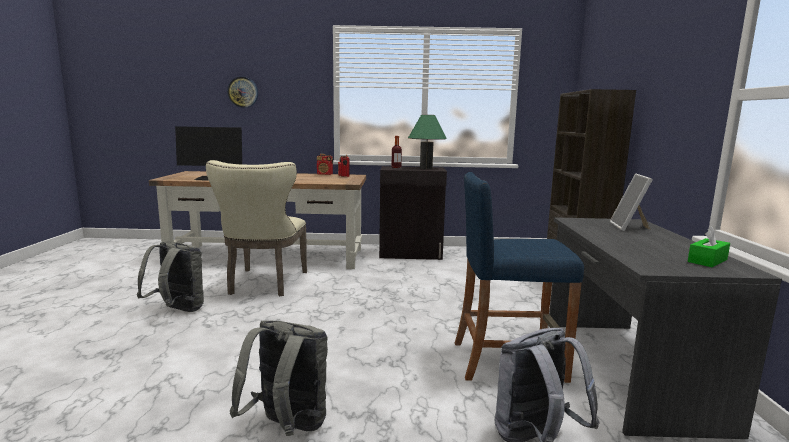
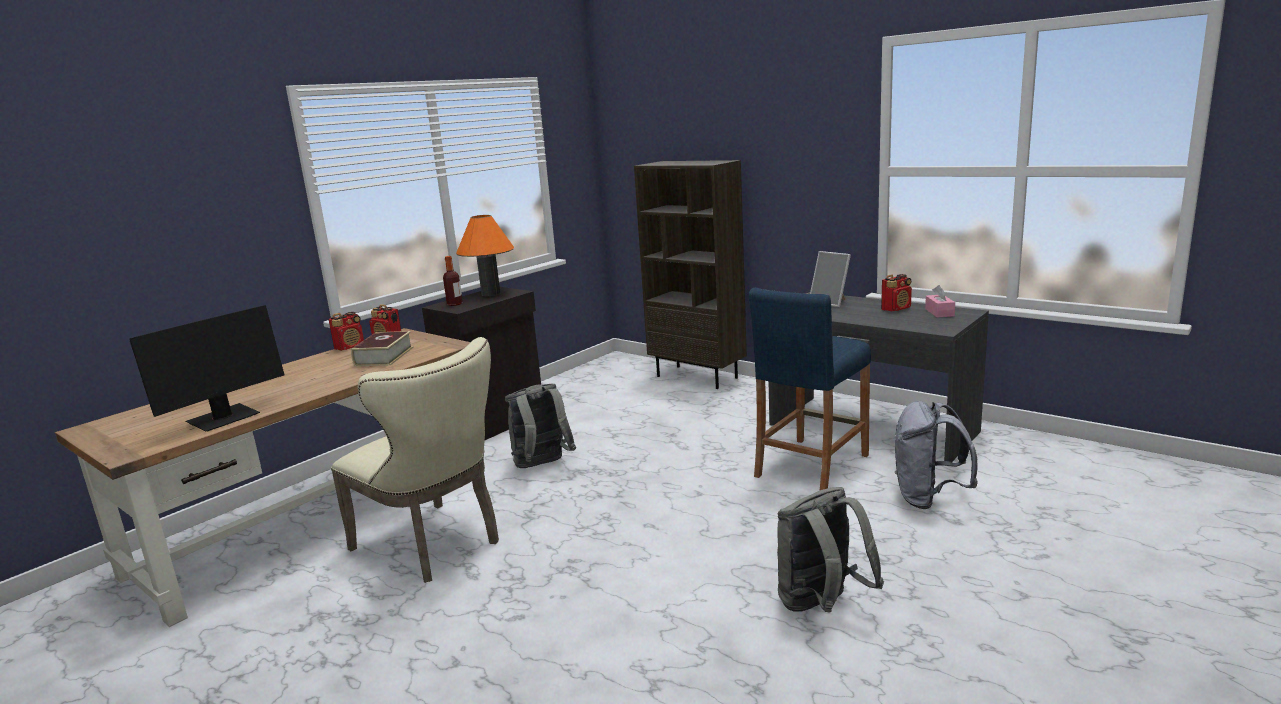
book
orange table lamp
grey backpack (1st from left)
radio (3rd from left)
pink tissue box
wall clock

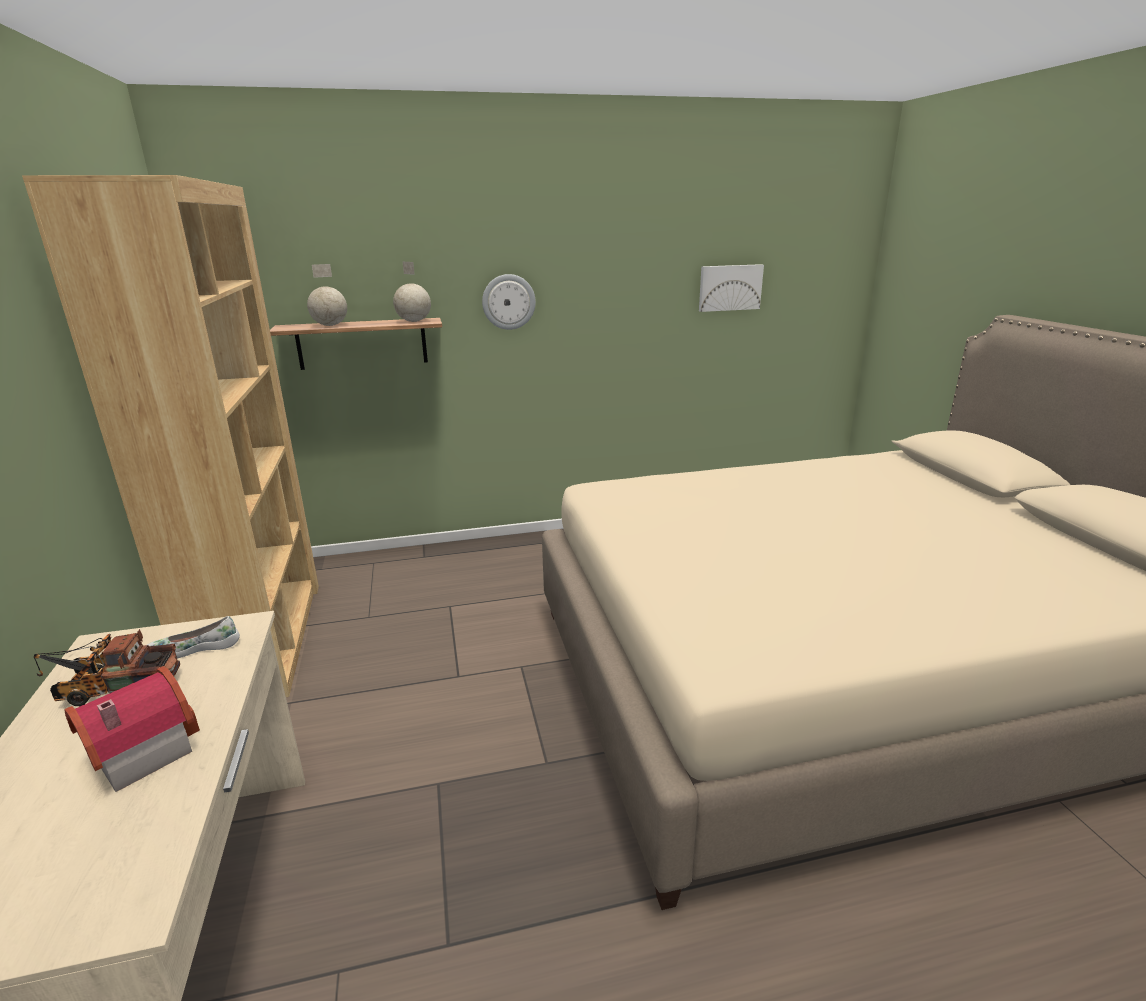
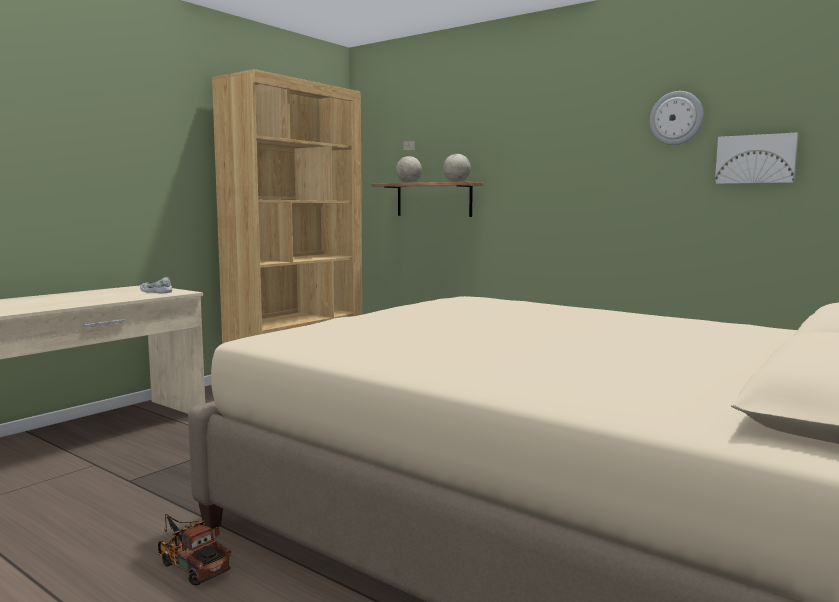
toy truck
wall clock
toy house

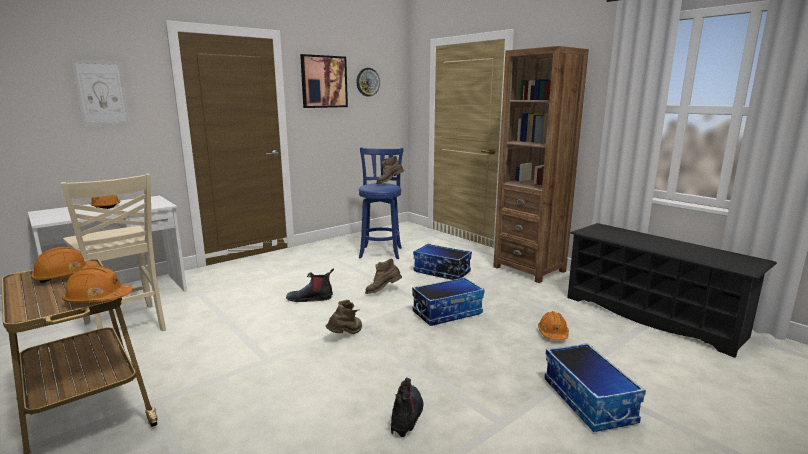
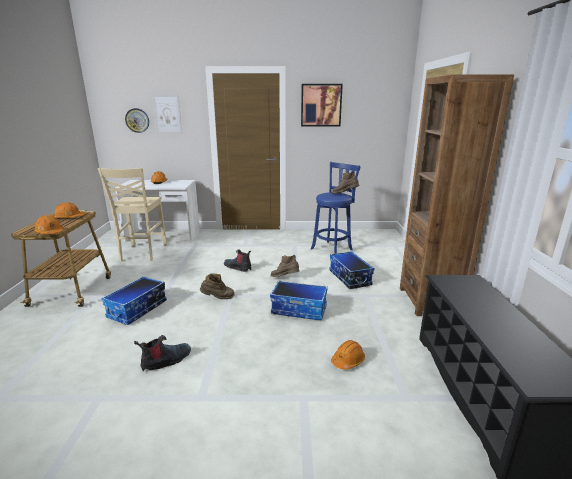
storage box (1st from left)
wall clock

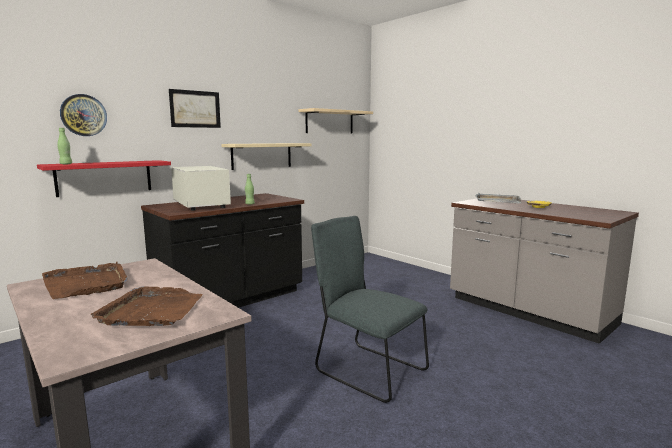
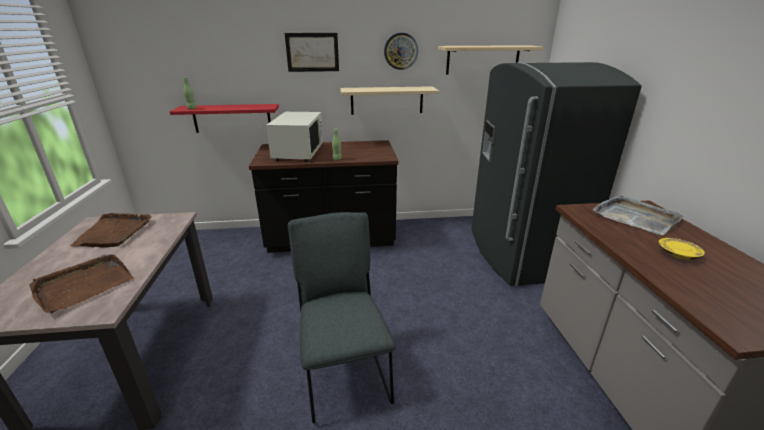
wall clock
grey fridge

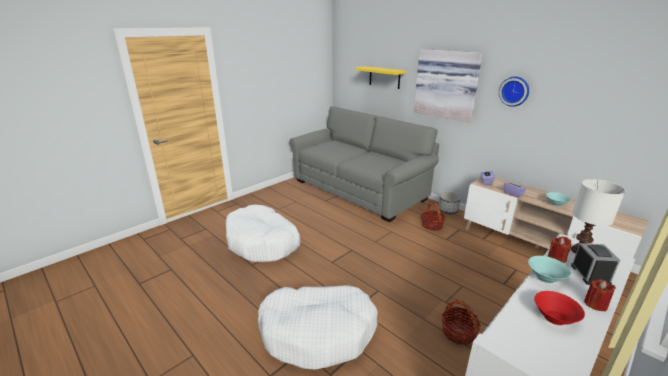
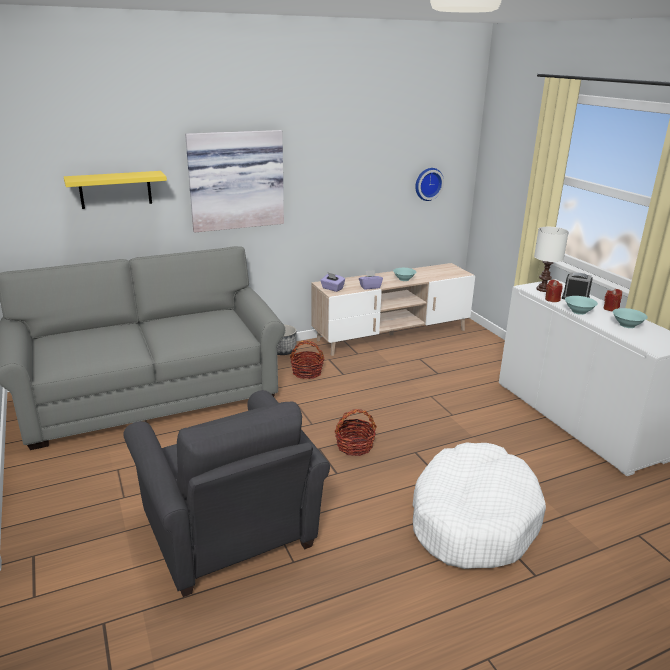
grey armchair
basket (2nd from left)
wall clock
turquoise bowl (3rd from left)

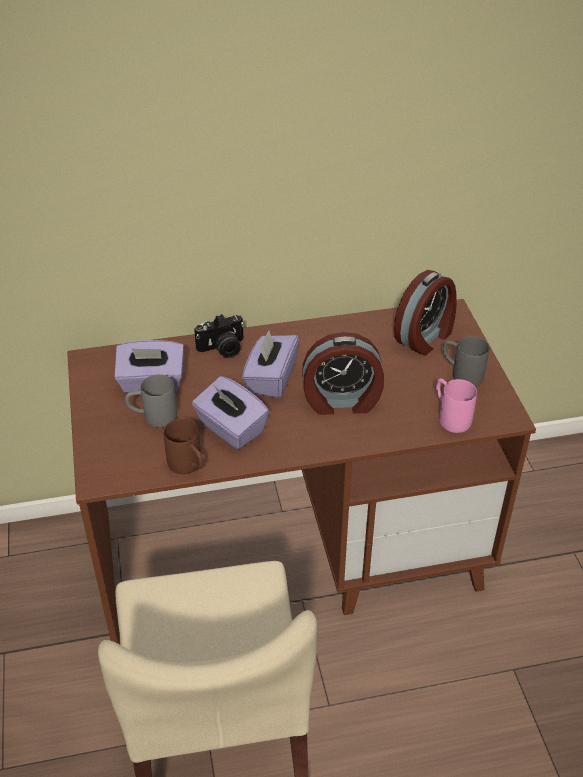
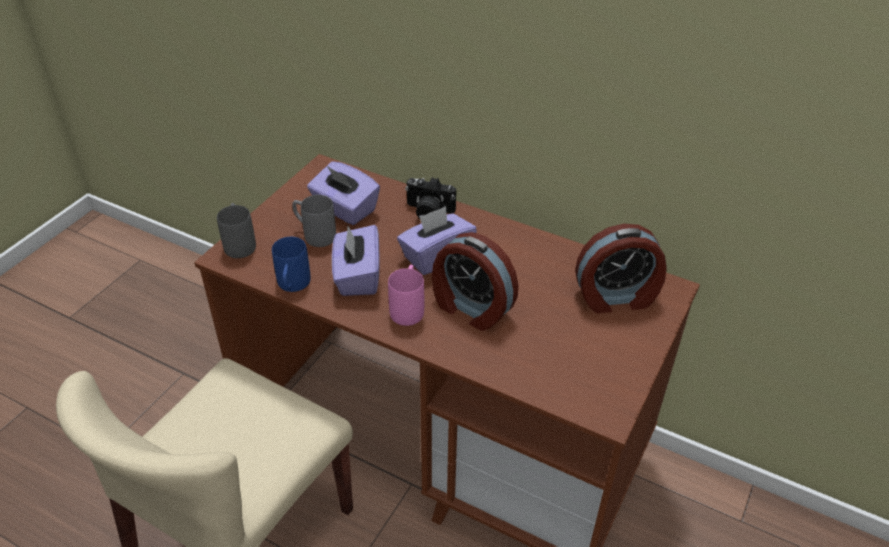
grey mug (1st from left)
blue mug
pink mug

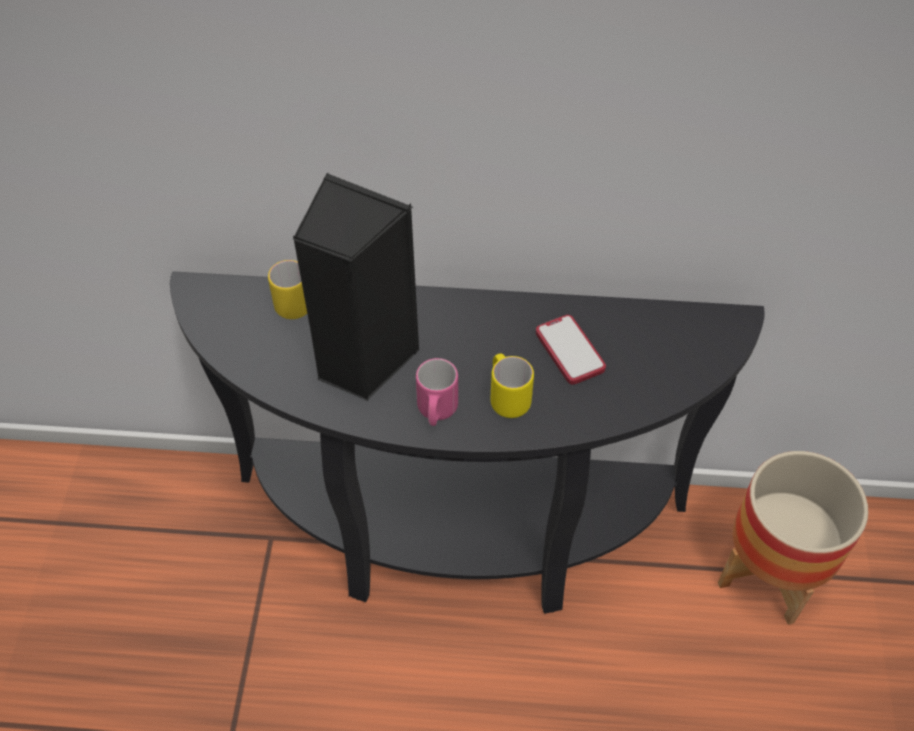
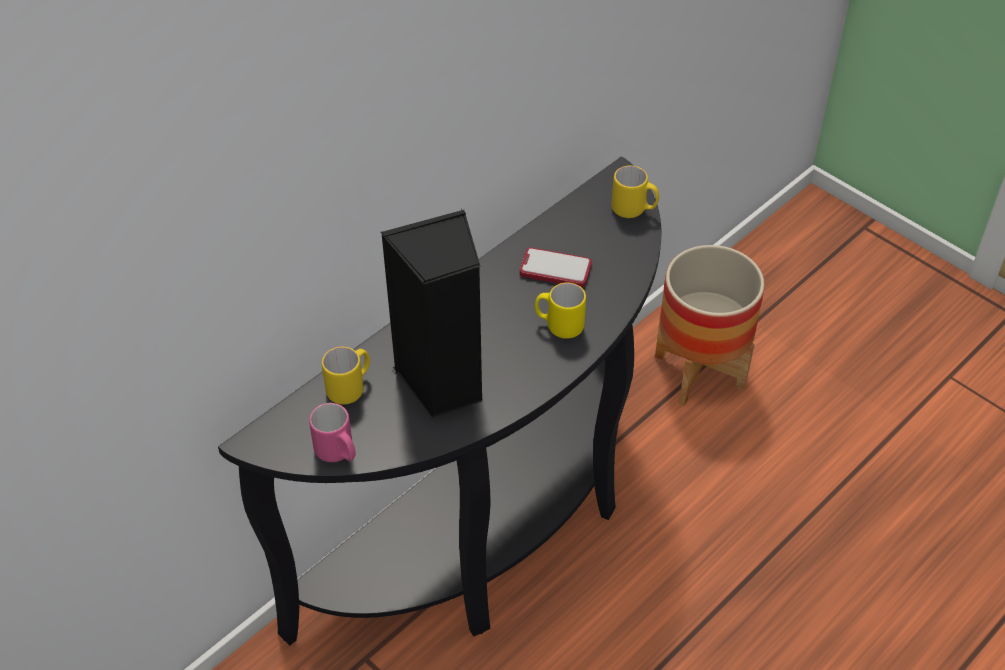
pink mug
yellow mug (3rd from left)

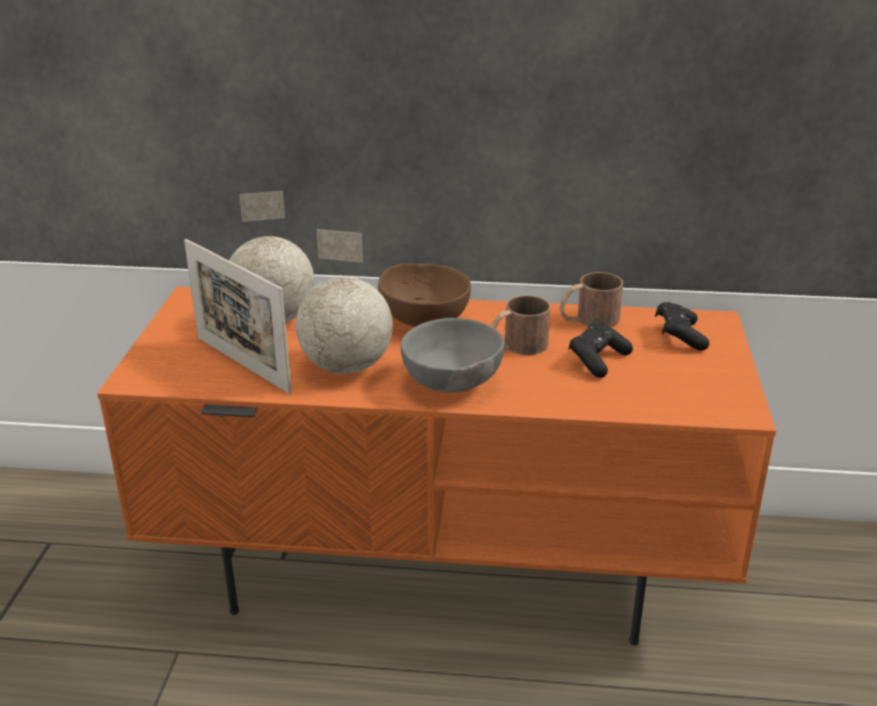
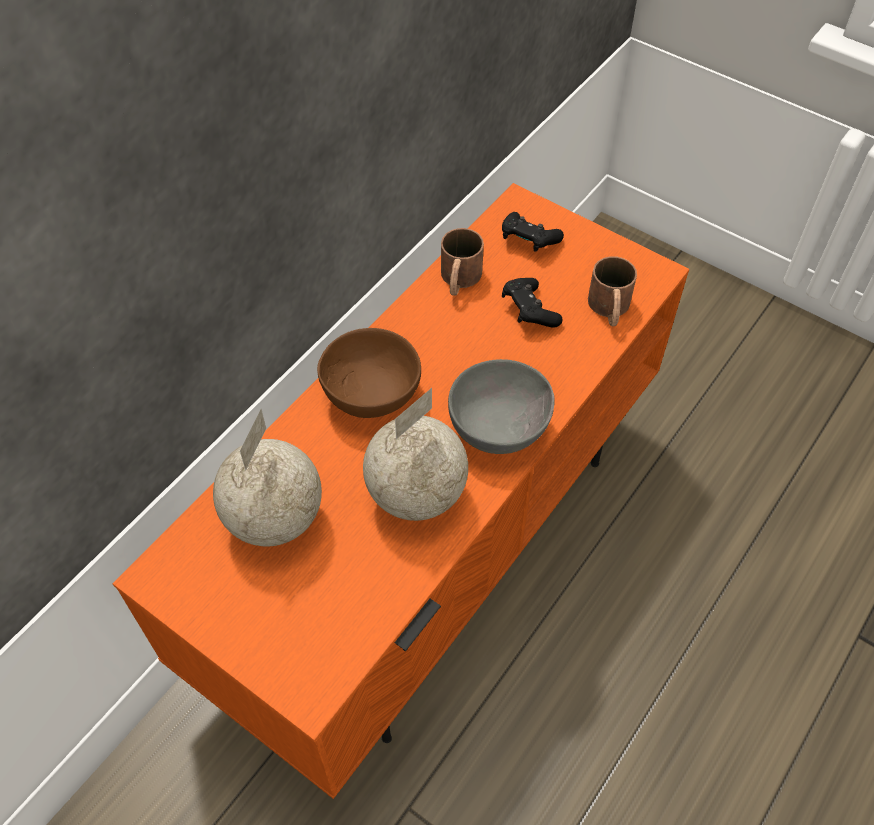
brown mug (2nd from left)
picture frame

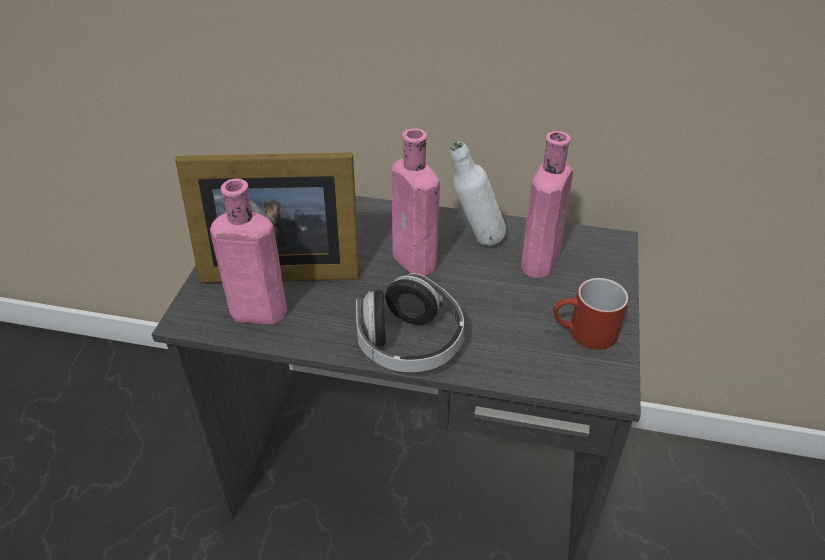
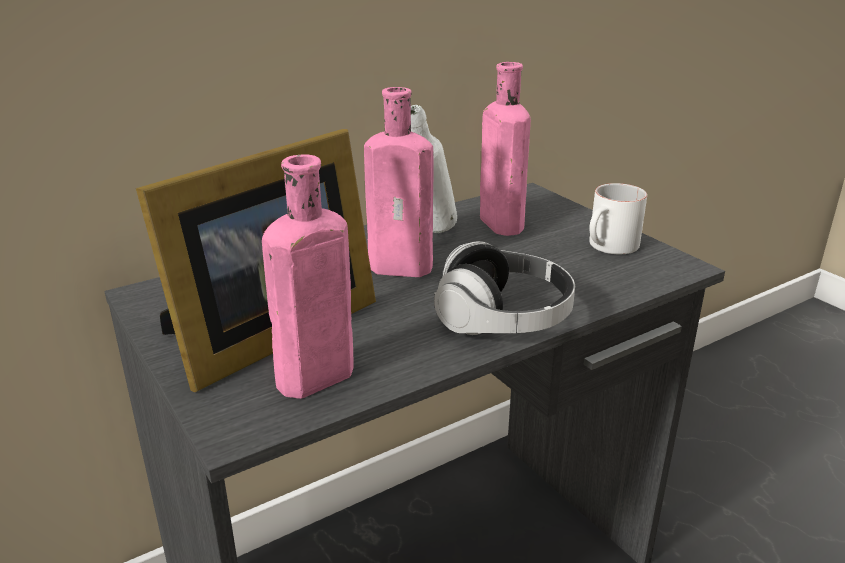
white mug

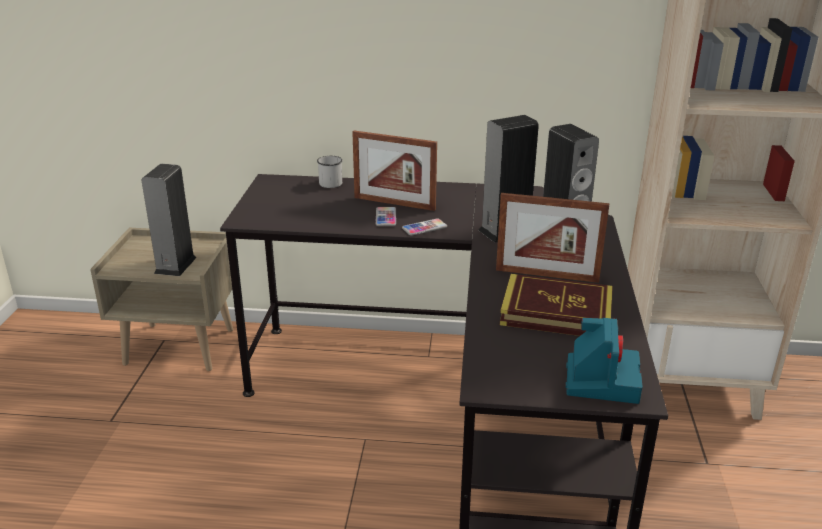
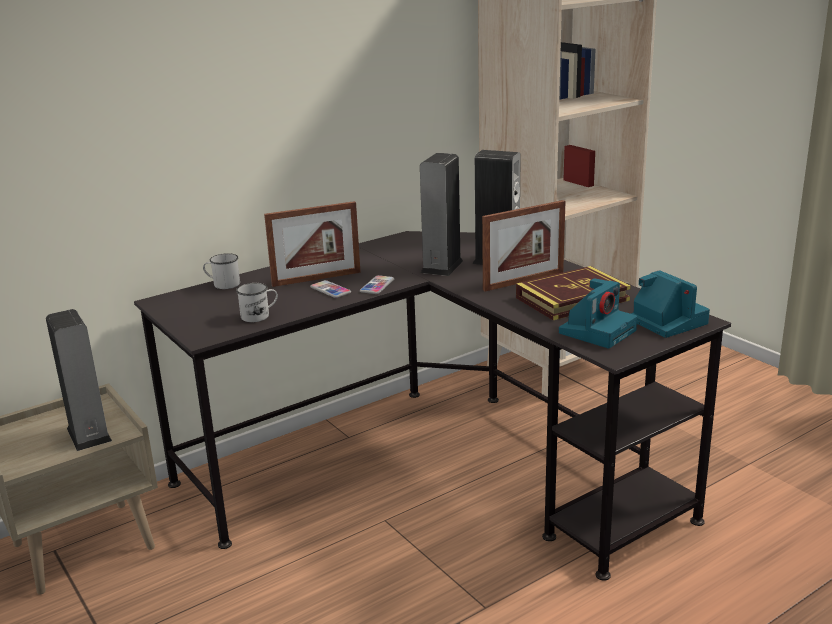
white mug (2nd from left)
photo camera (1st from left)

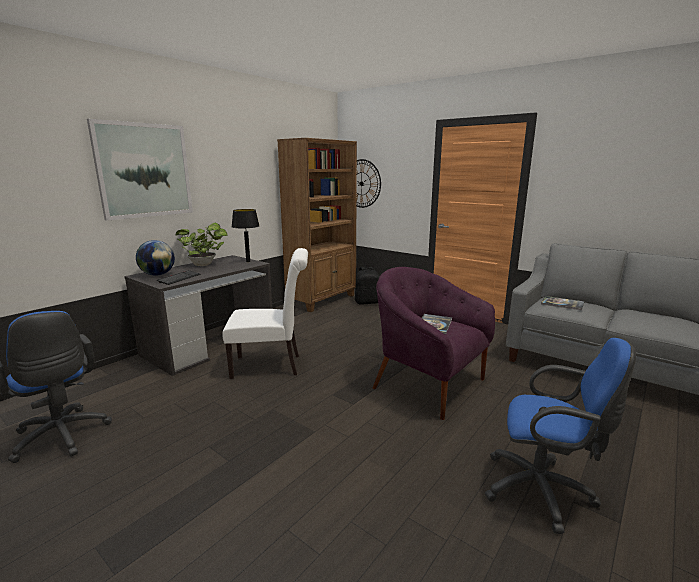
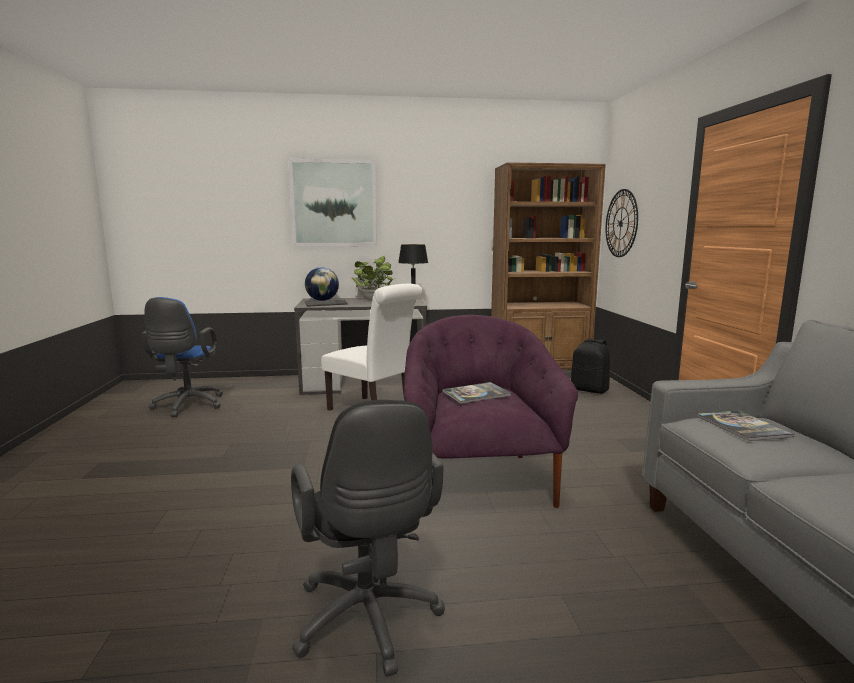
black office chair

